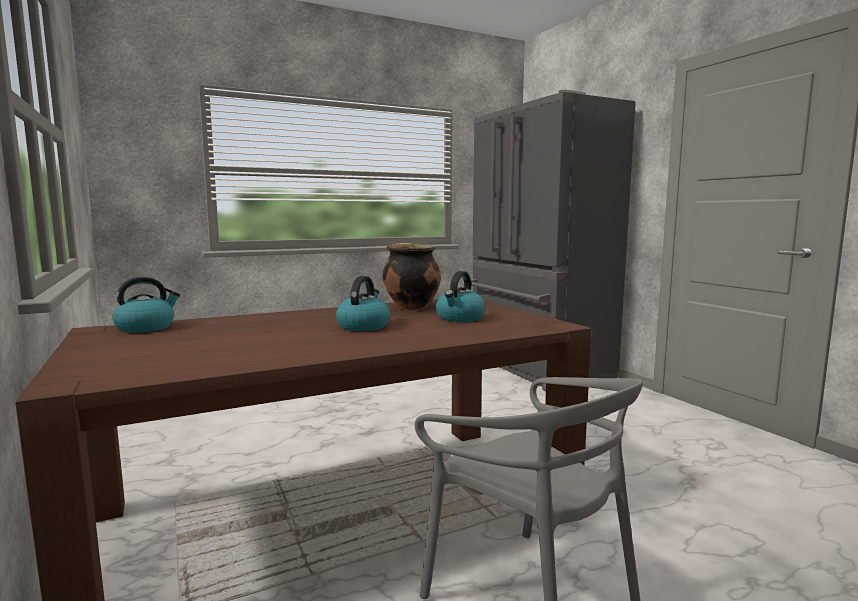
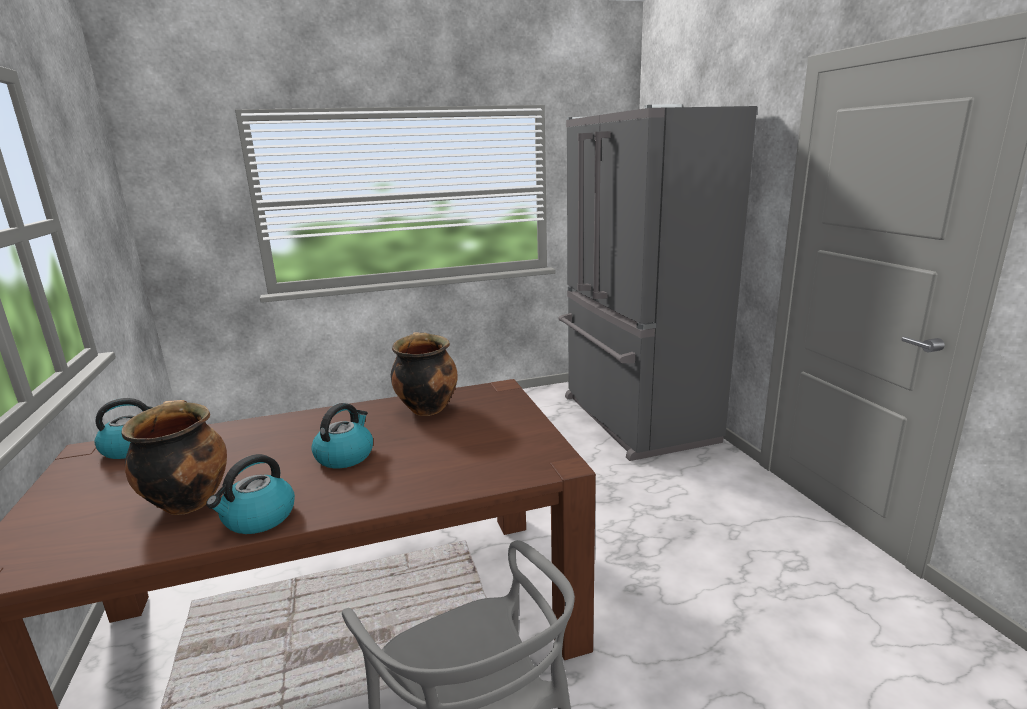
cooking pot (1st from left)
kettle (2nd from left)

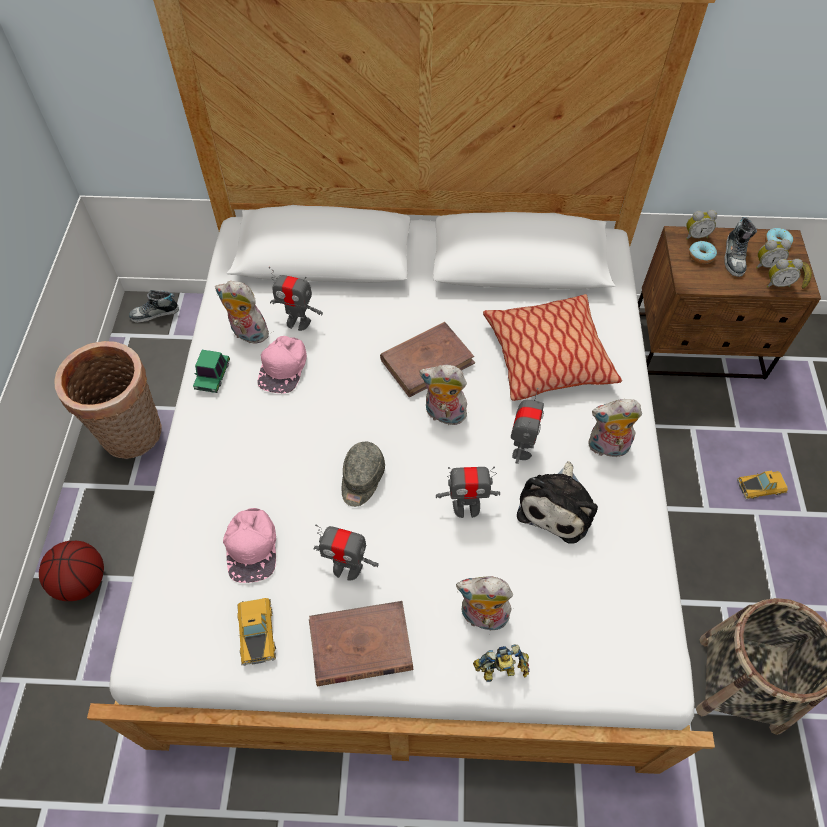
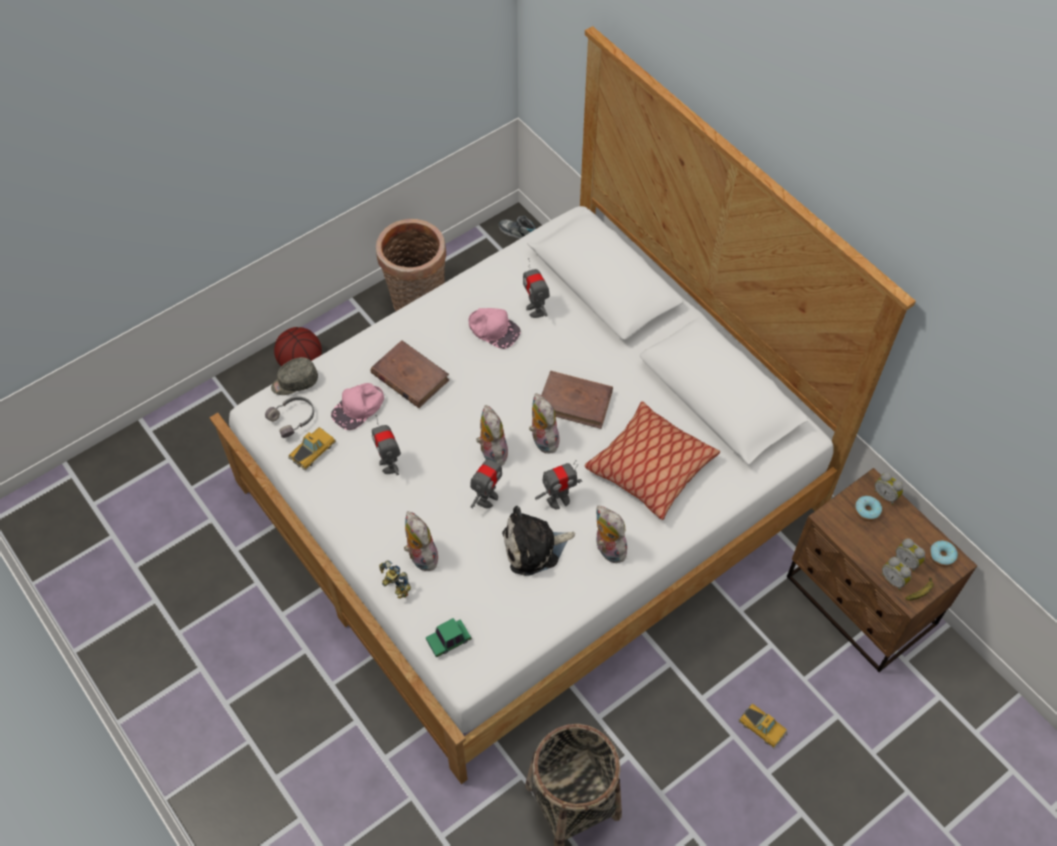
grey headphones
grey cap
brown book (1st from left)
toy car (2nd from left)
pink cap (2nd from left)
toy robot (3rd from left)
plush toy (2nd from left)
shoe (2nd from left in the first image)

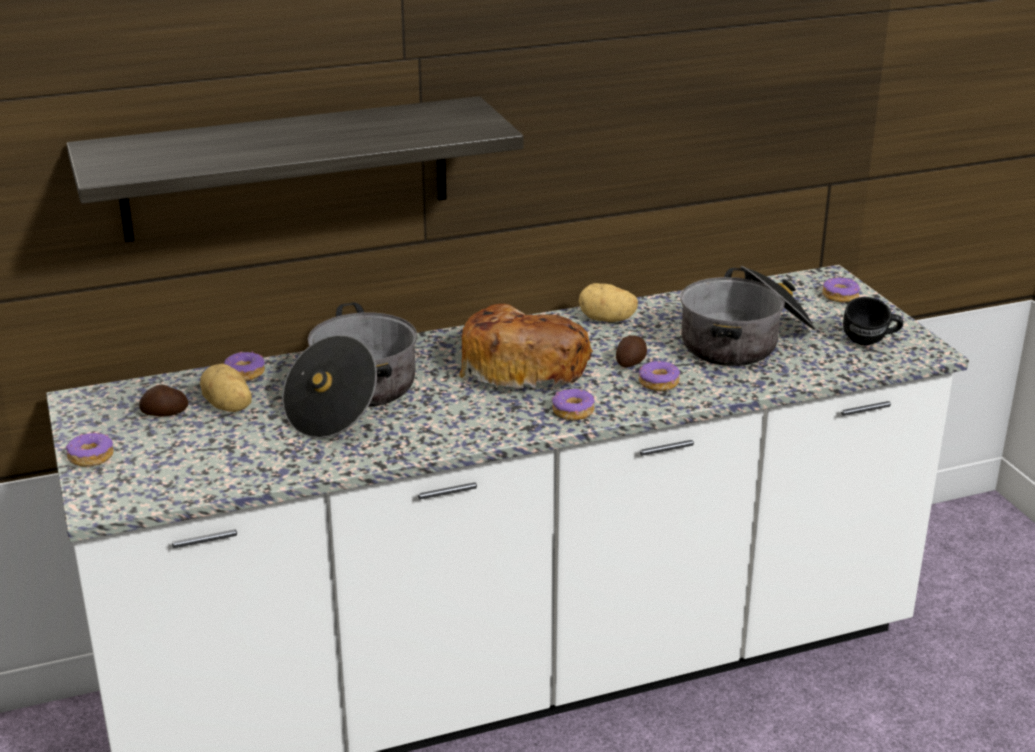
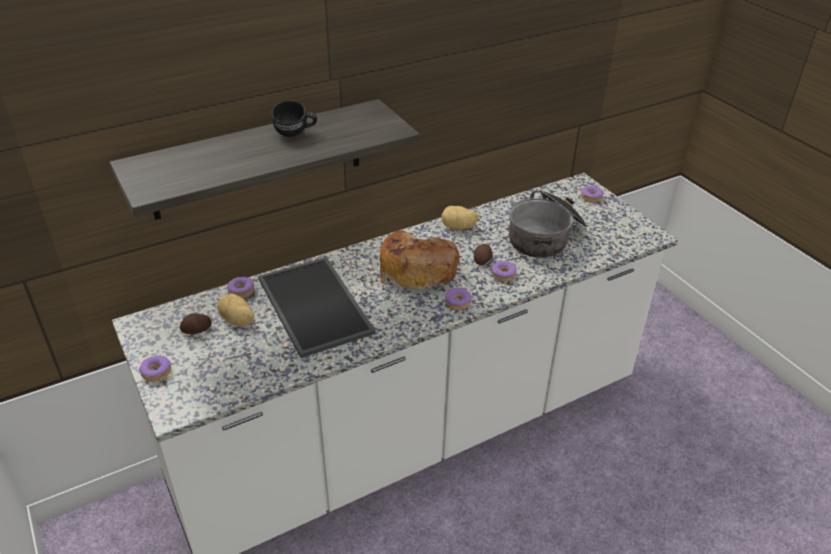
tray
black mug

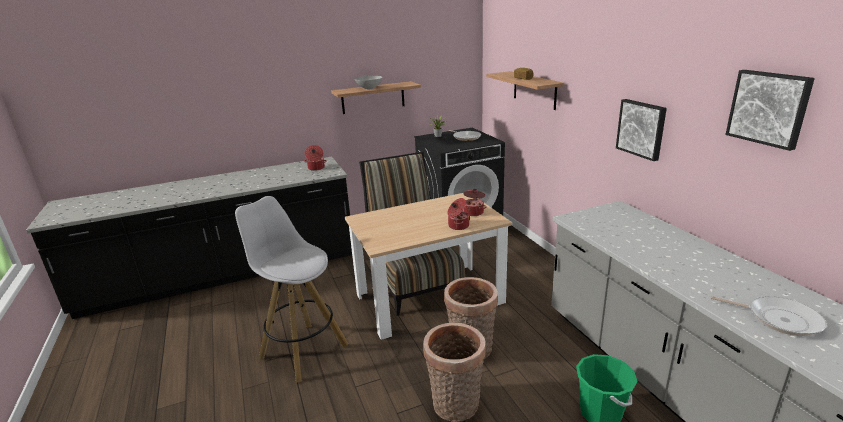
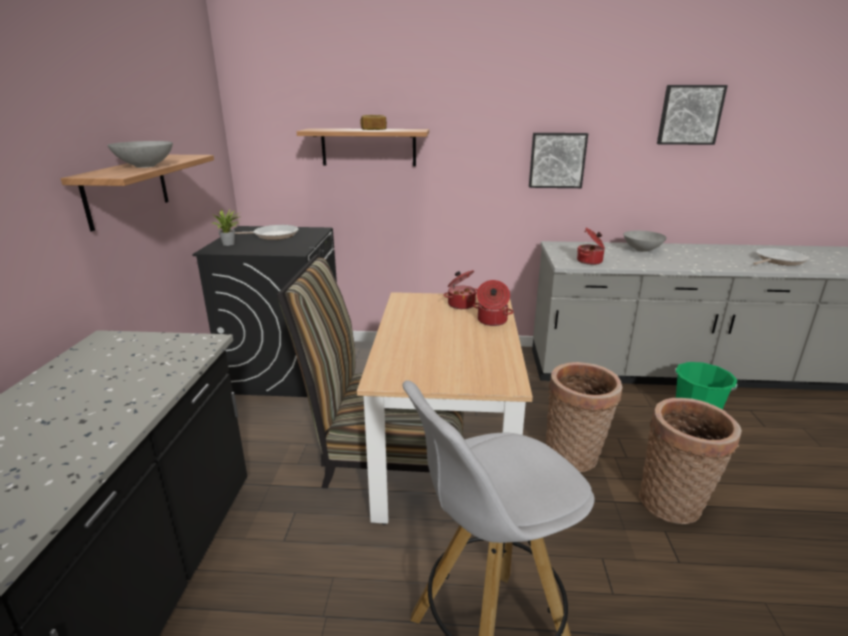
cooking pot (3rd from left)
grey bowl (2nd from left)

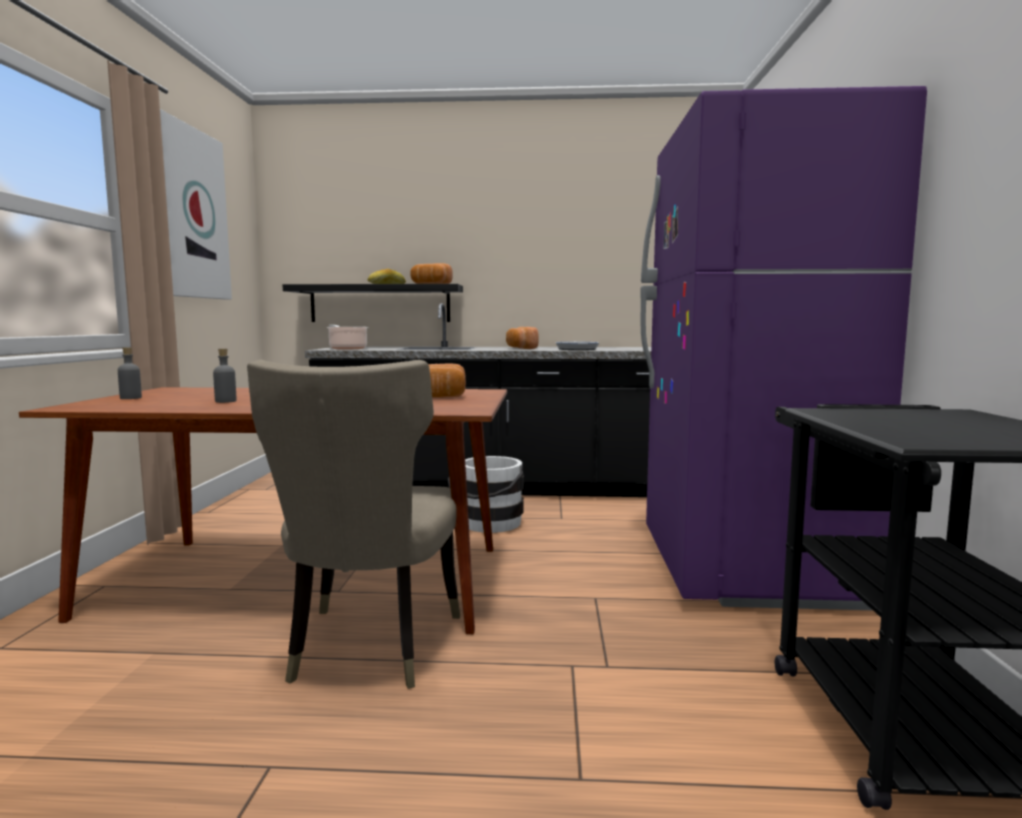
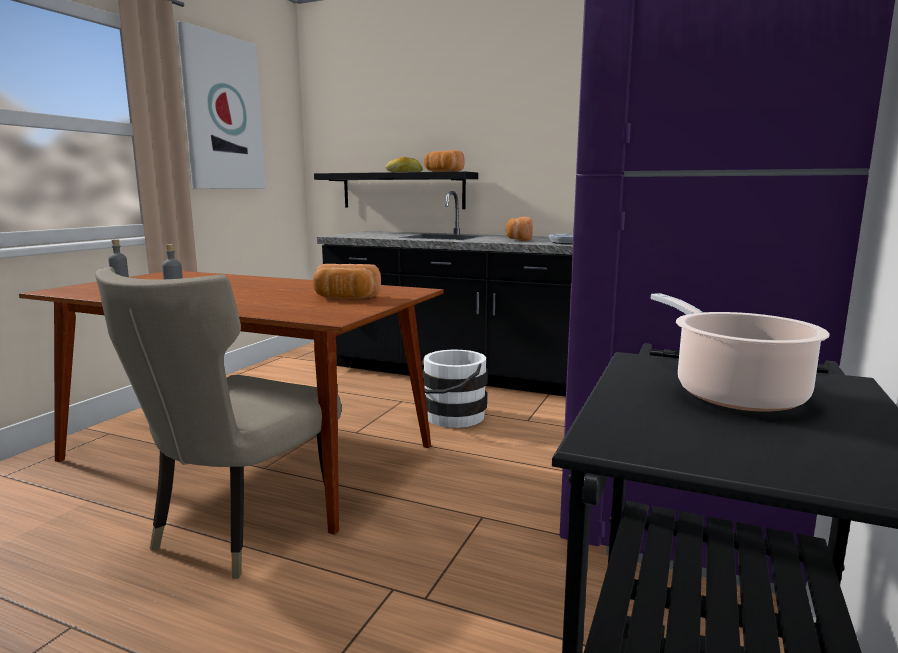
cooking pot

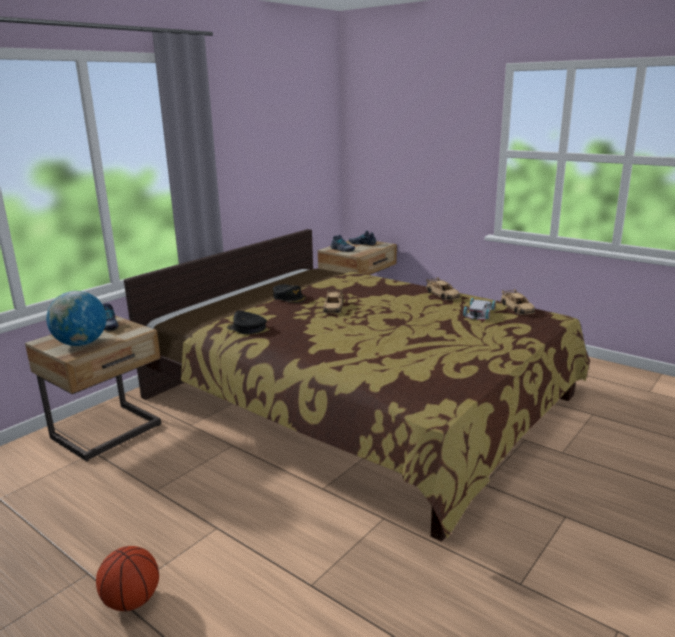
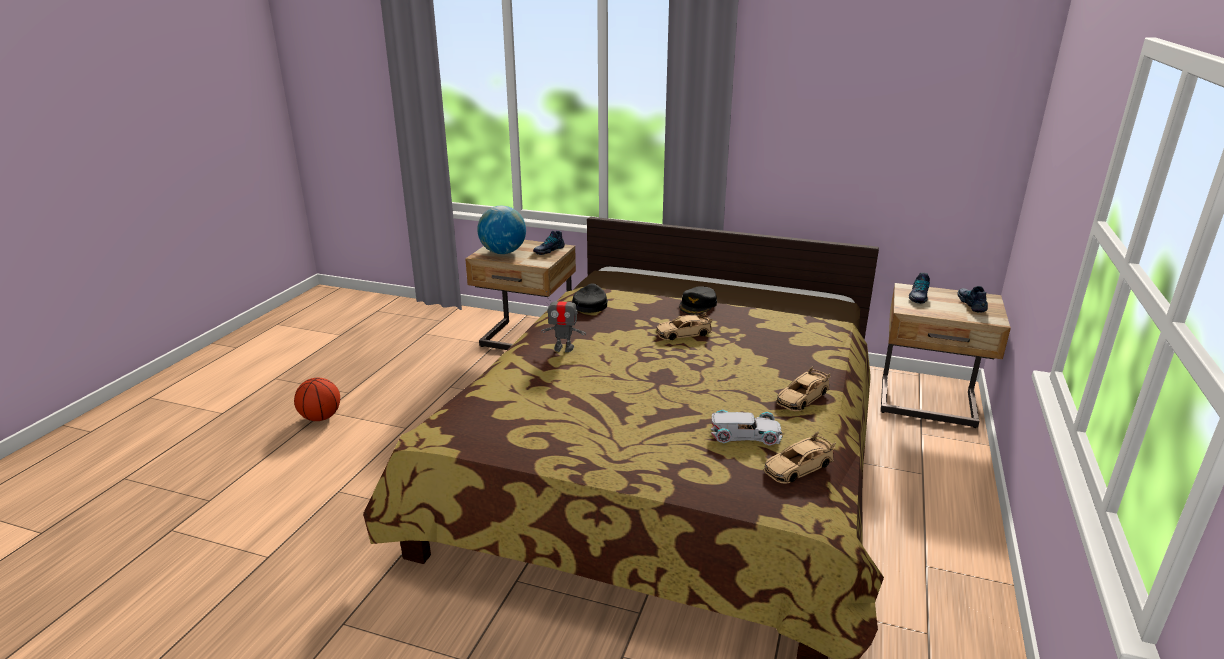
toy robot

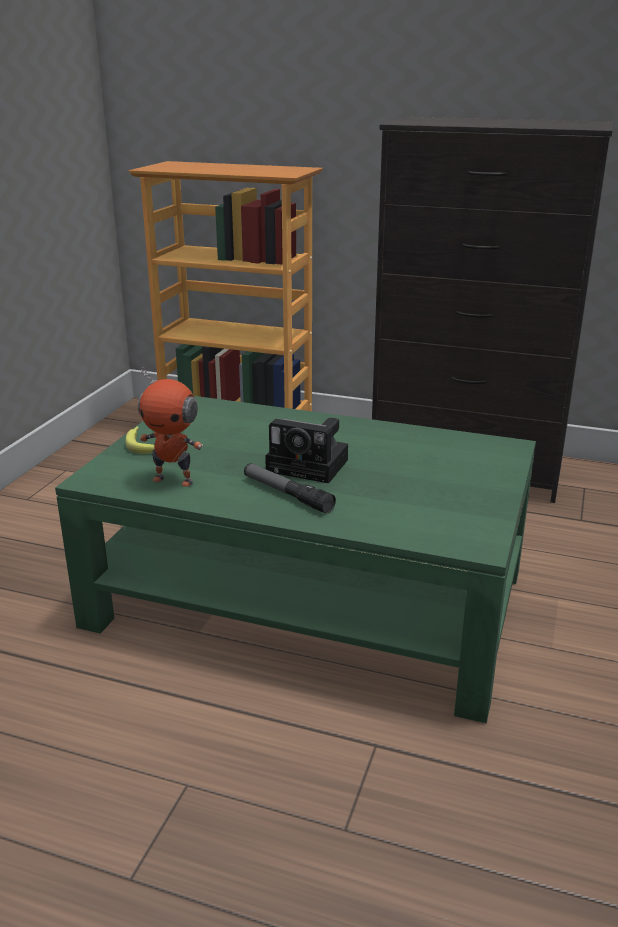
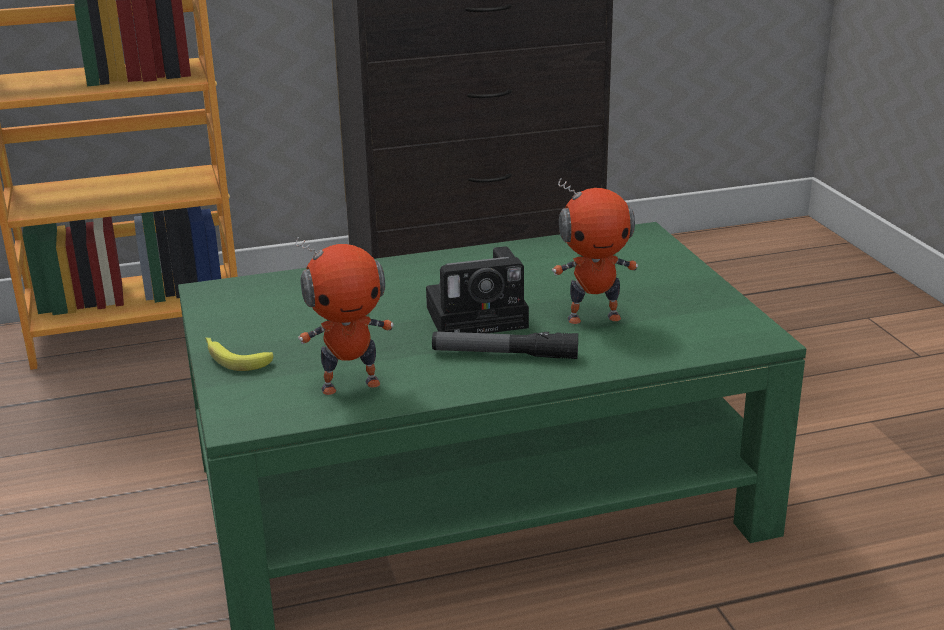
toy robot (2nd from left)

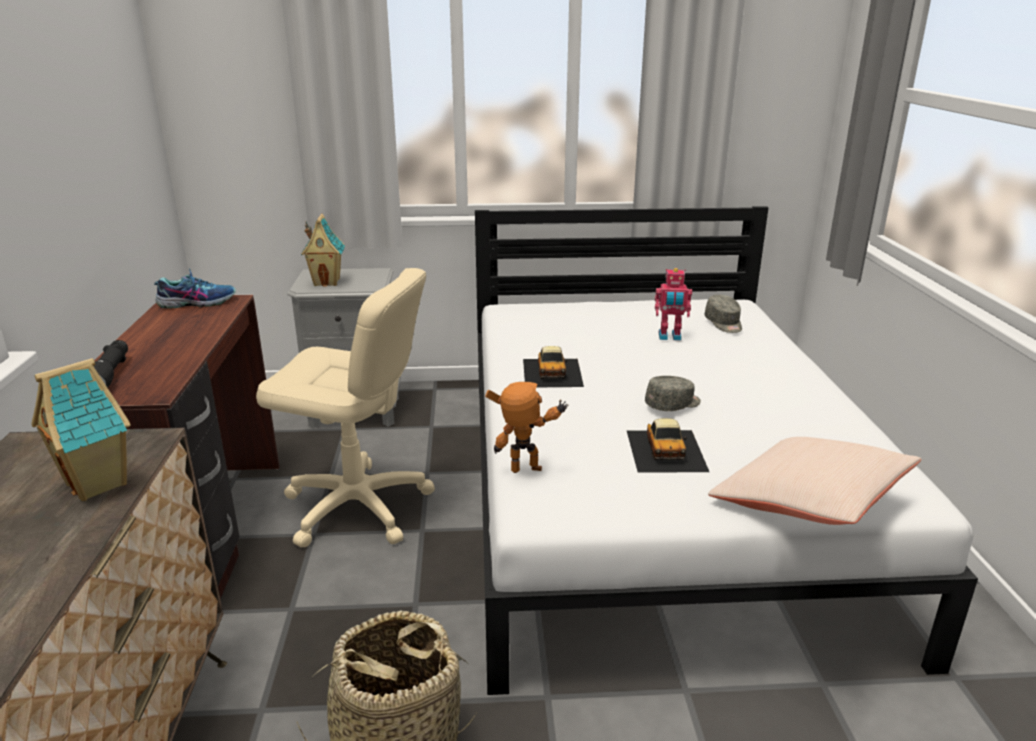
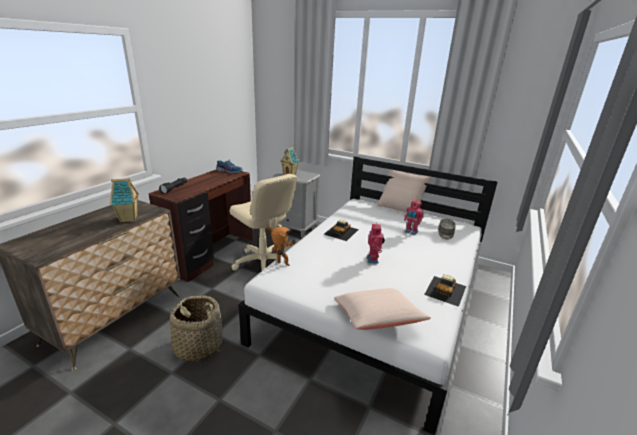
toy robot (2nd from left)
beige pillow (2nd from left)
toy car (2nd from left)

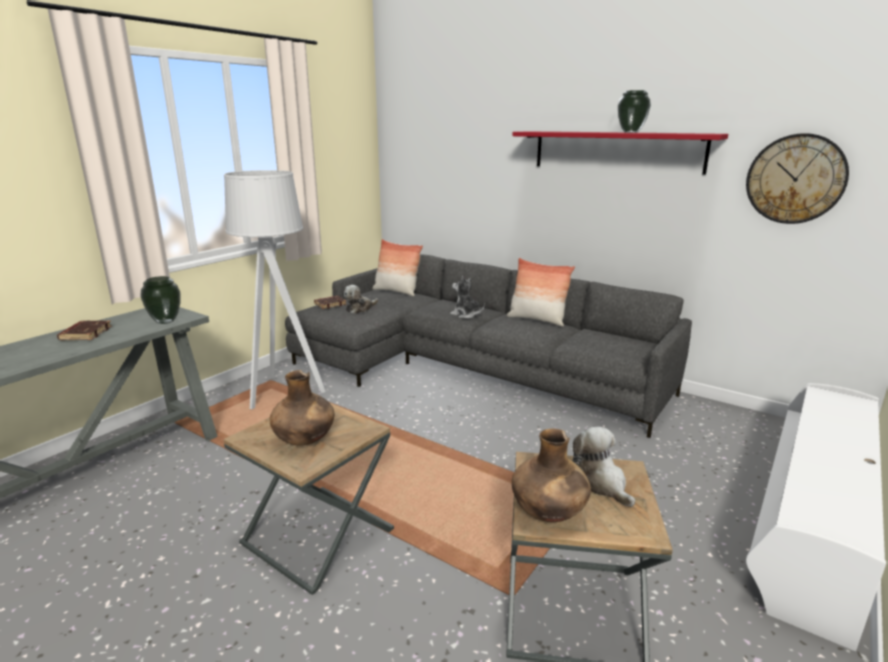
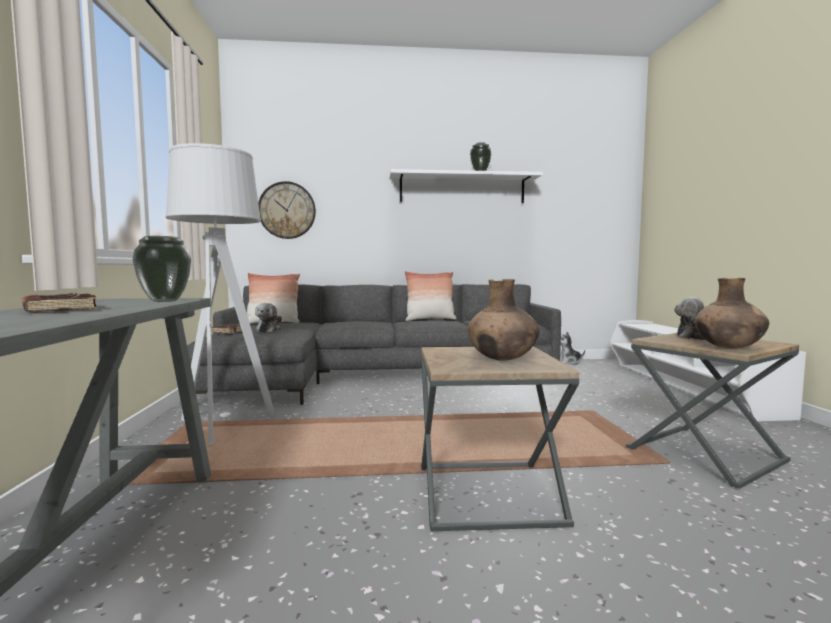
wall clock
white shelf
plush toy (2nd from left)

